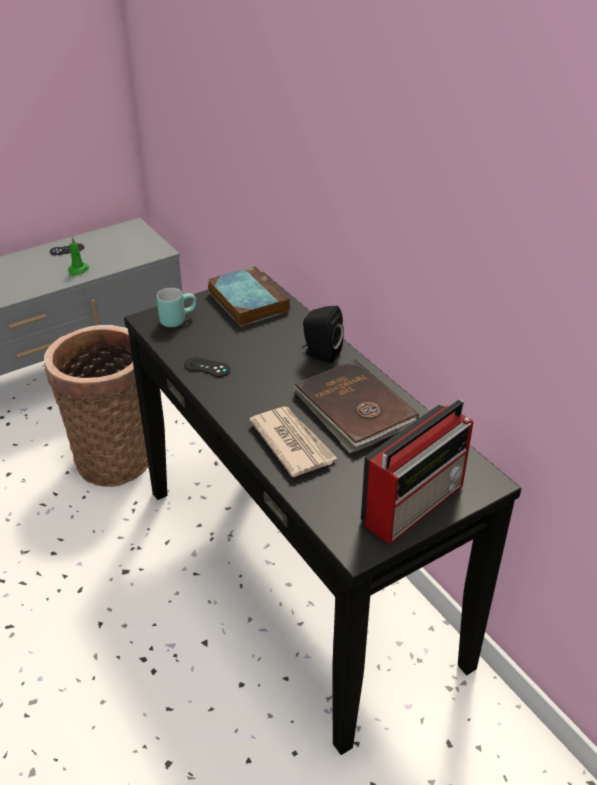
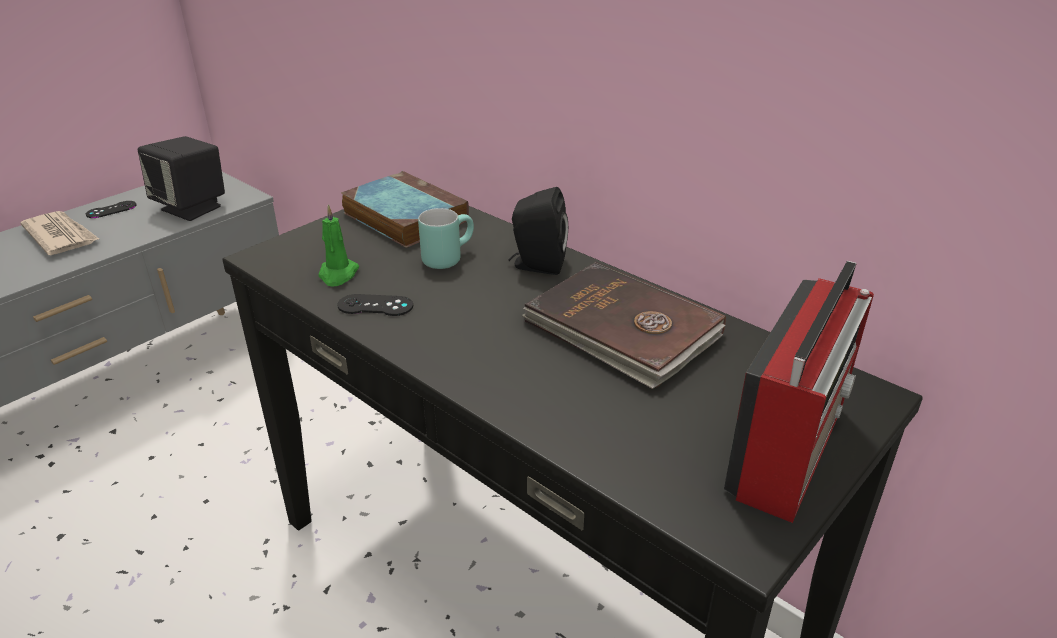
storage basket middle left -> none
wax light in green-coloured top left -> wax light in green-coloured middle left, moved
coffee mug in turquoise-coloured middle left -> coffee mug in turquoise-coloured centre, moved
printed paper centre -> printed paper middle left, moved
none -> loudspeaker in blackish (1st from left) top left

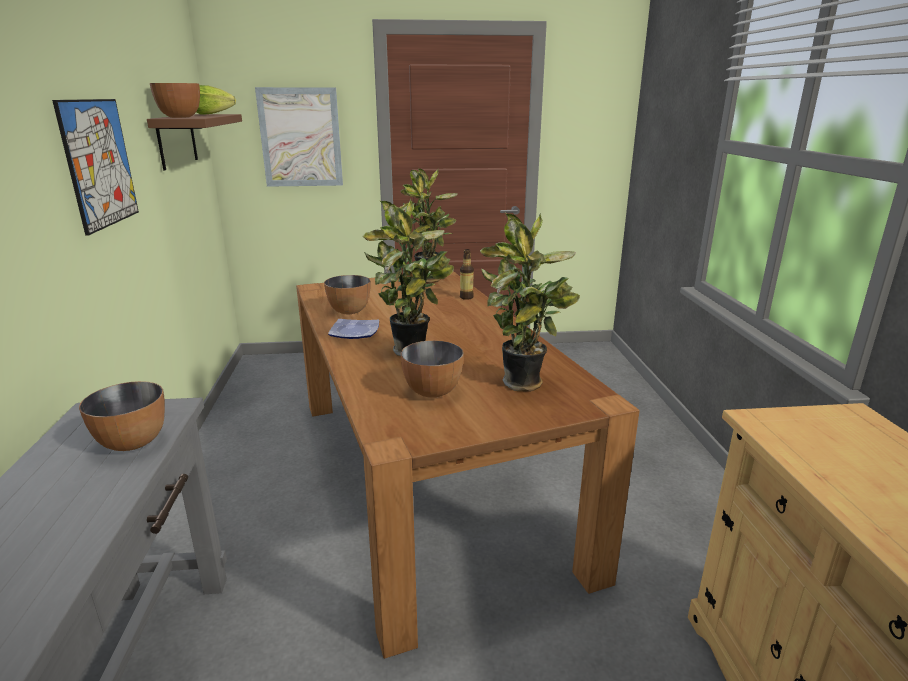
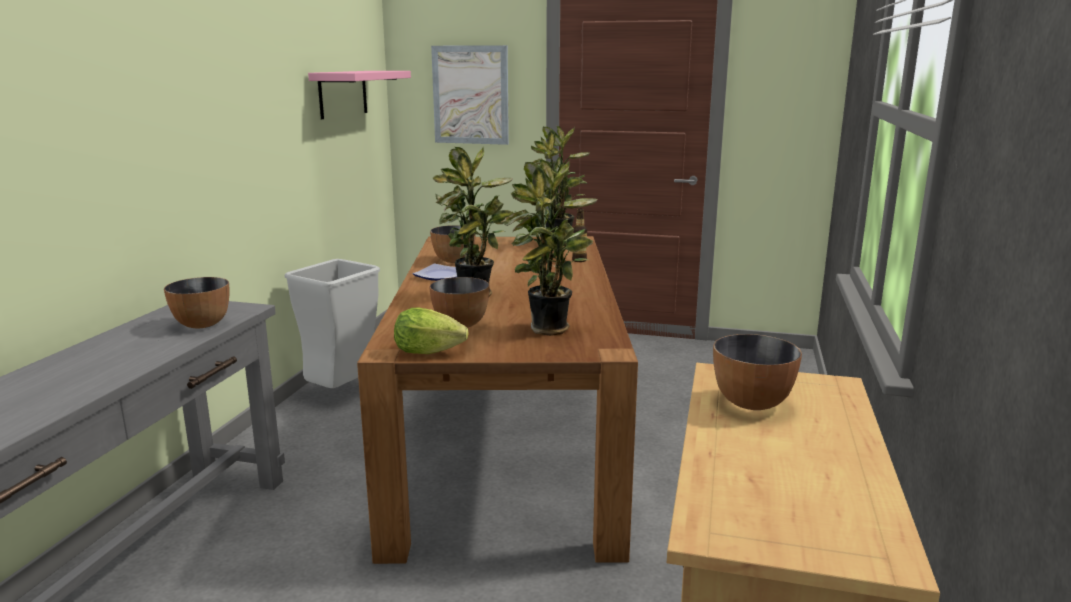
wall picture (1st from left) top left -> none
bracket shelf in brown top left -> bracket shelf in pink top centre
bowl (2nd from left in the first image) top left -> bowl (4th from left) middle right, moved
head of lettuce top left -> head of lettuce centre, moved
none -> trash can in gray middle left

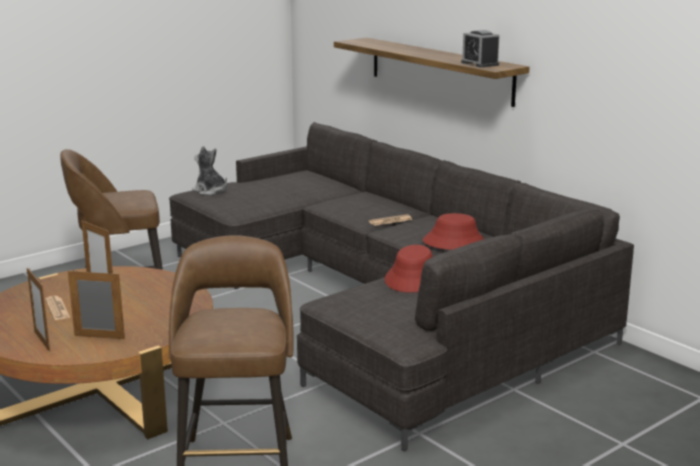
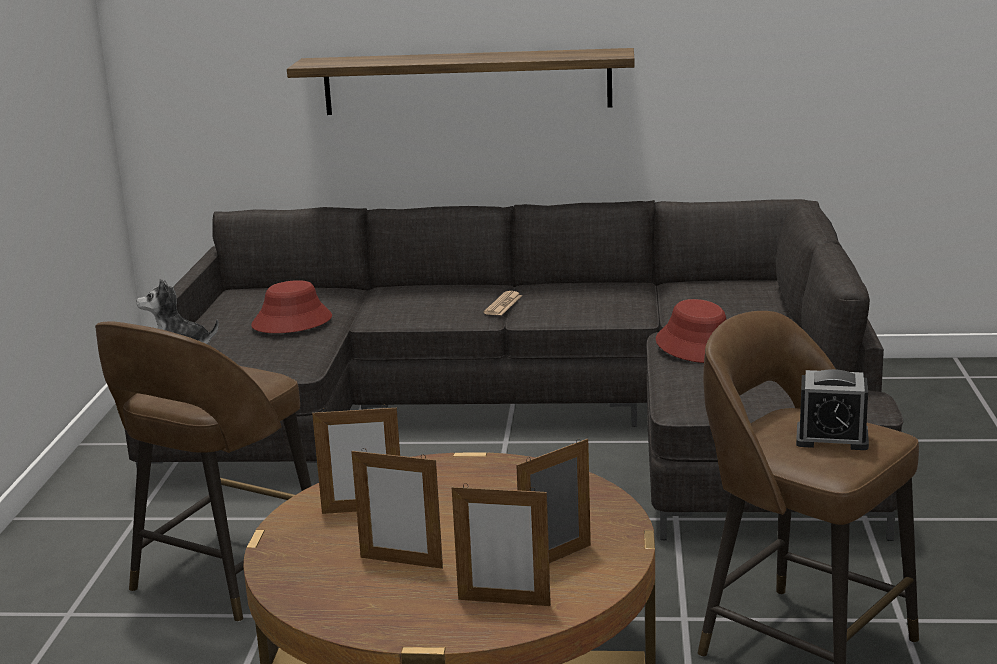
printed paper (1st from left) middle left -> picture frame (2nd from left) bottom centre
hat in reddish (2nd from left in the first image) centre -> hat in reddish (1st from left) middle left, moved
table clock top right -> table clock middle right, moved

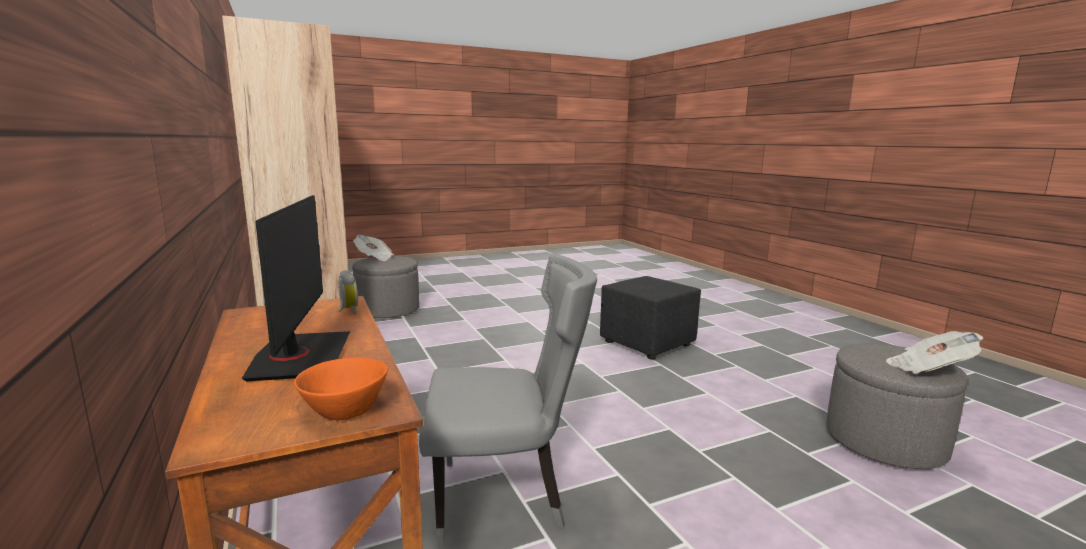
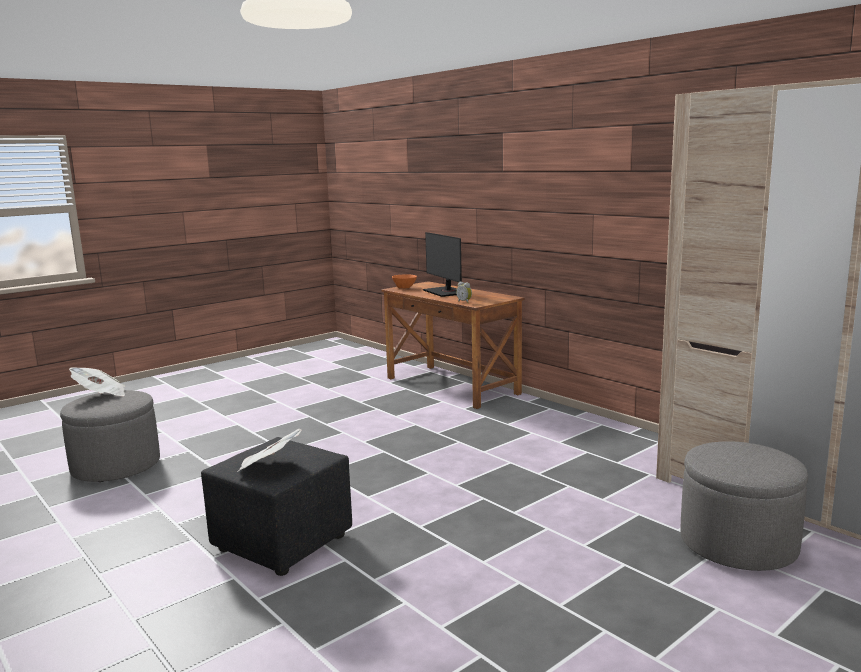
printed paper (1st from left in the first image) centre -> printed paper (2nd from left) bottom left, moved
plain chair in gray bottom centre -> none

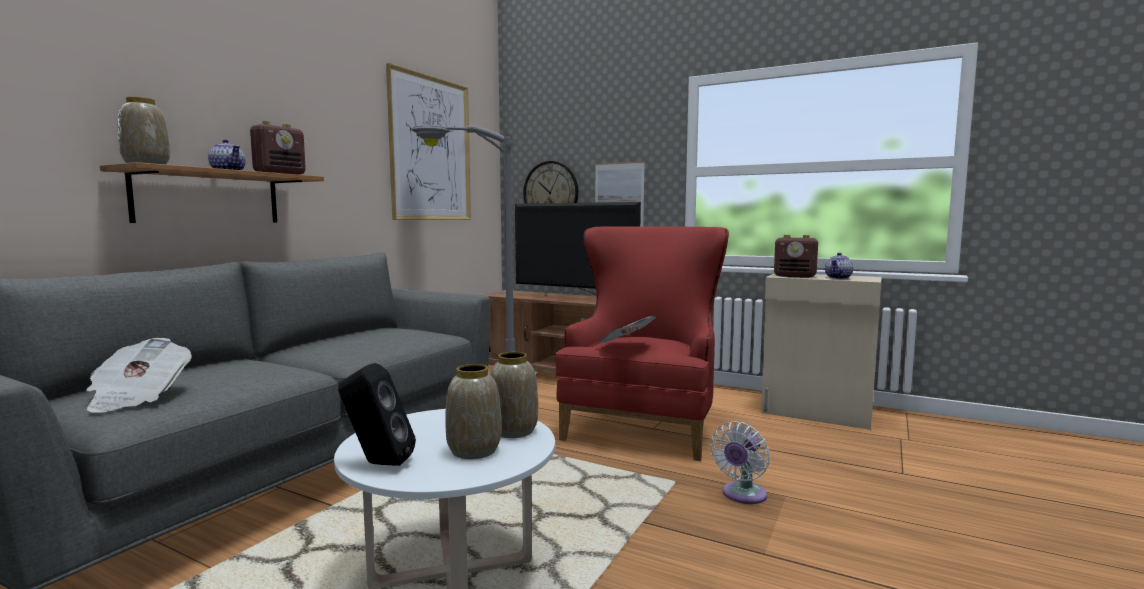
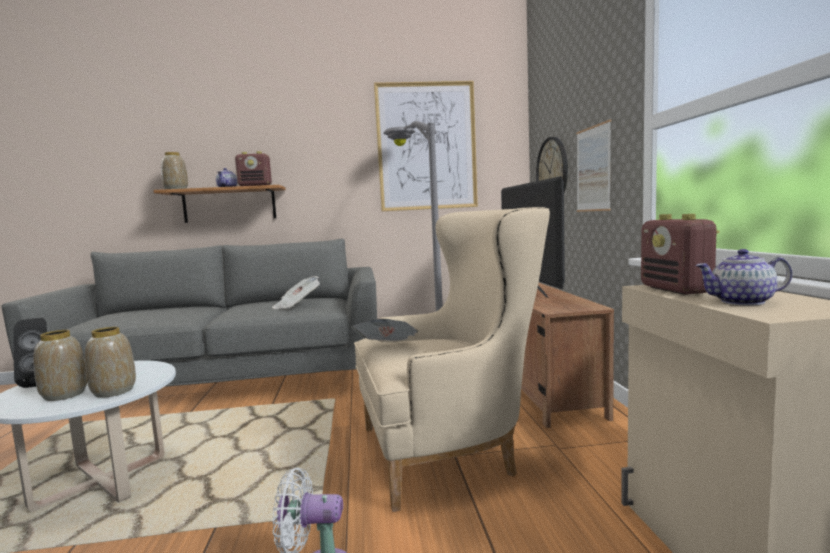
printed paper (1st from left) middle left -> printed paper (1st from left) centre, moved
armchair in reddish centre -> armchair in beige centre

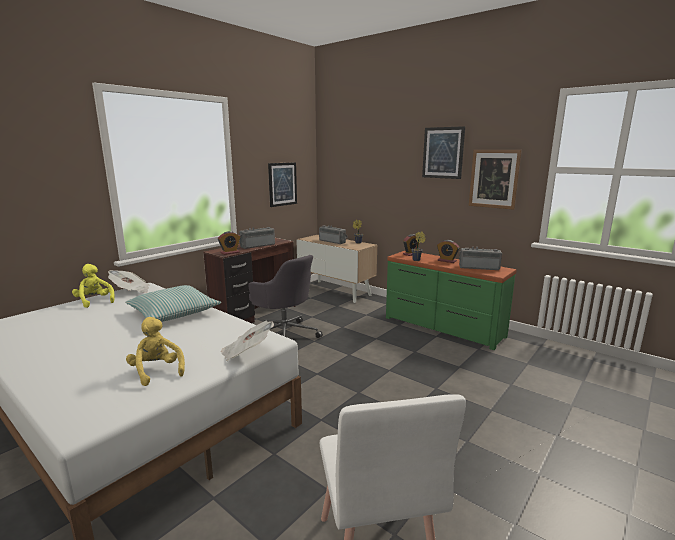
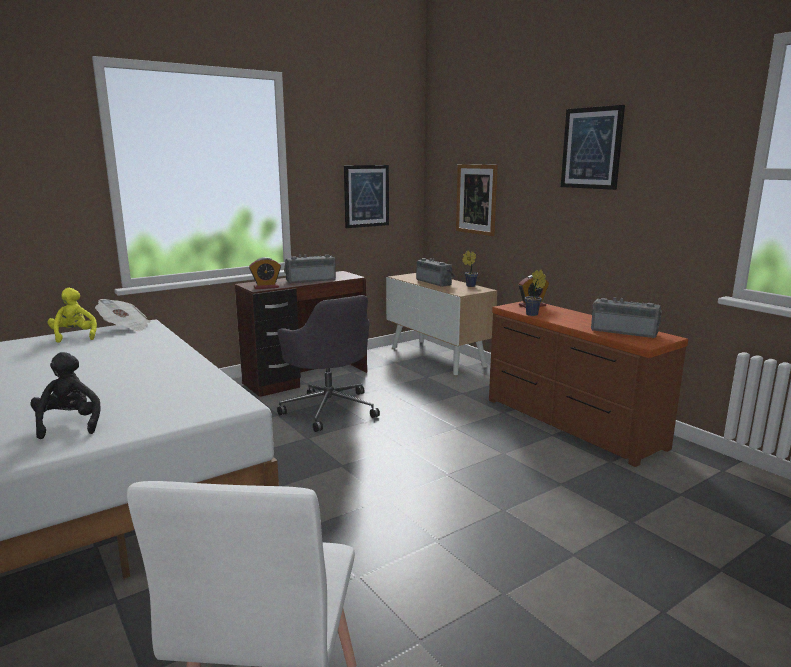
throw pillow middle left -> none
soft toy in yellow (2nd from left) middle left -> soft toy in blackish middle left
printed paper (2nd from left) centre -> none
drawer chest in green-coloured middle right -> drawer chest in brown middle right
table clock (3rd from left) centre -> none
wall picture (3rd from left in the first image) middle right -> wall picture (2nd from left) top centre, moved

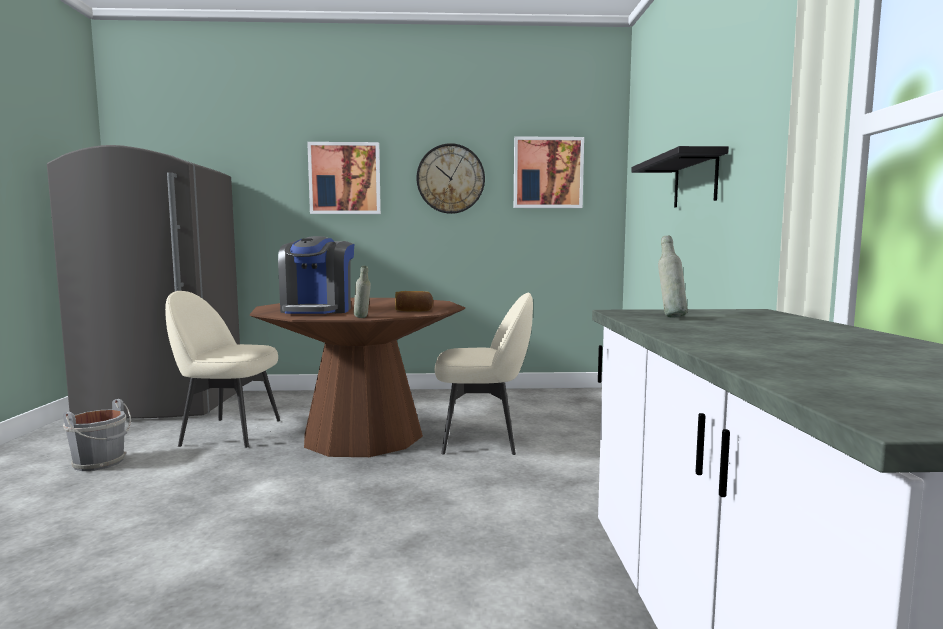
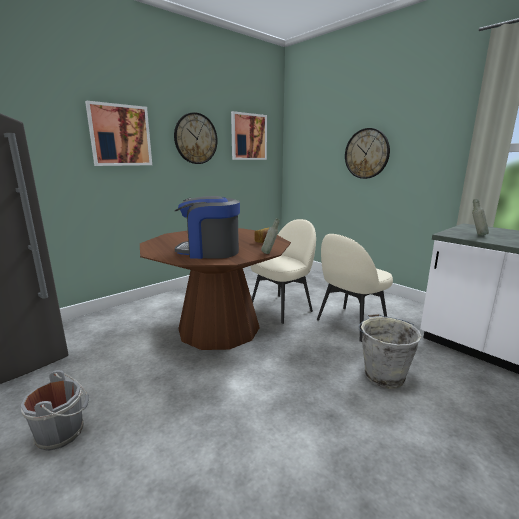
plain chair in beige (1st from left in the first image) middle left -> plain chair in beige (2nd from left) middle right, moved
coffee maker centre, 135 degrees clockwise
bracket shelf in blackish top right -> clock on the wall (2nd from left) top right
none -> water bucket in gray (2nd from left) bottom right

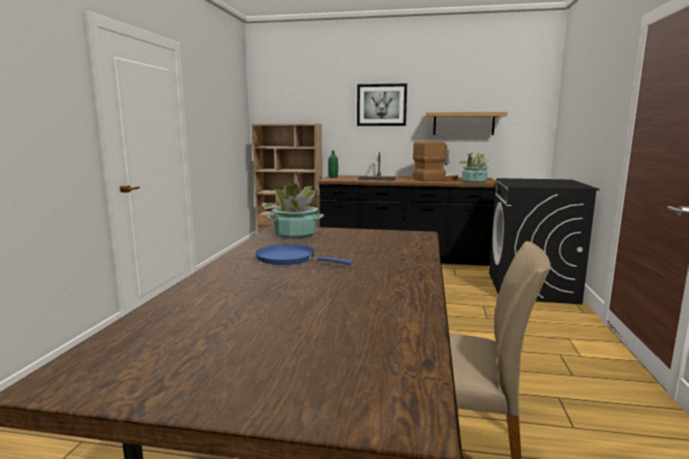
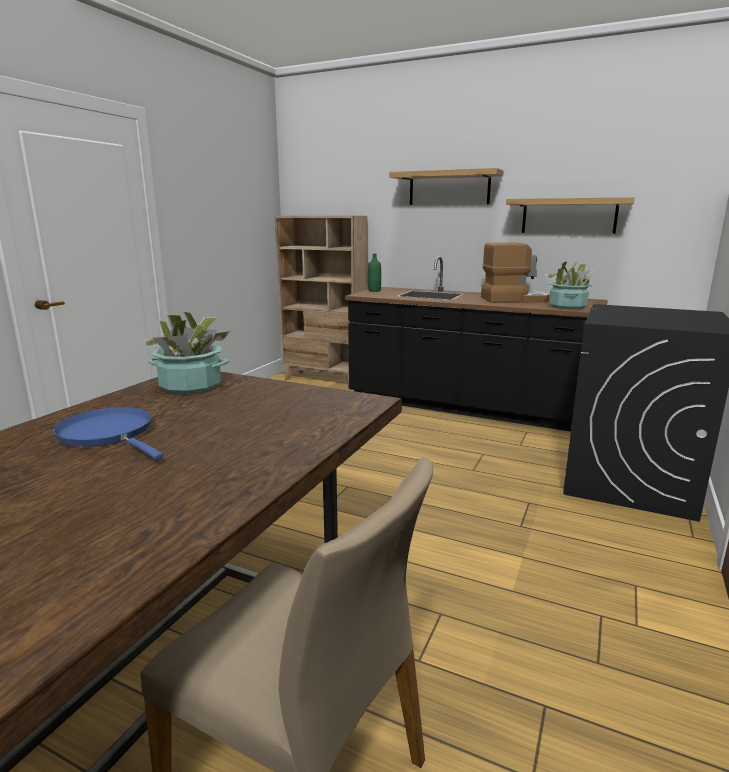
wall picture top centre -> bracket shelf (1st from left) top centre

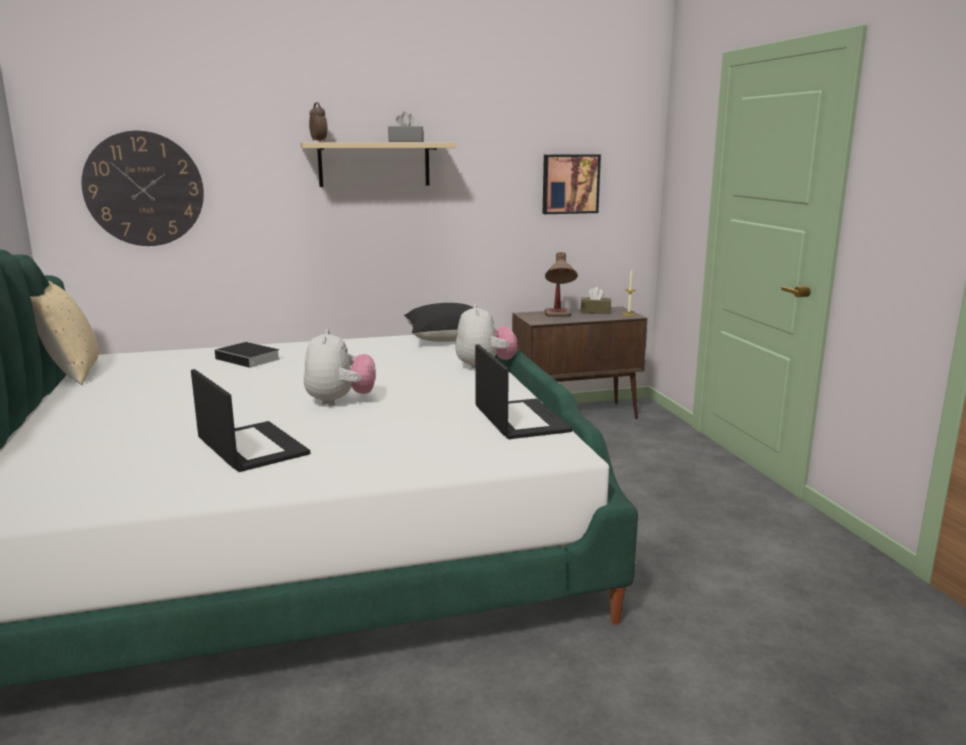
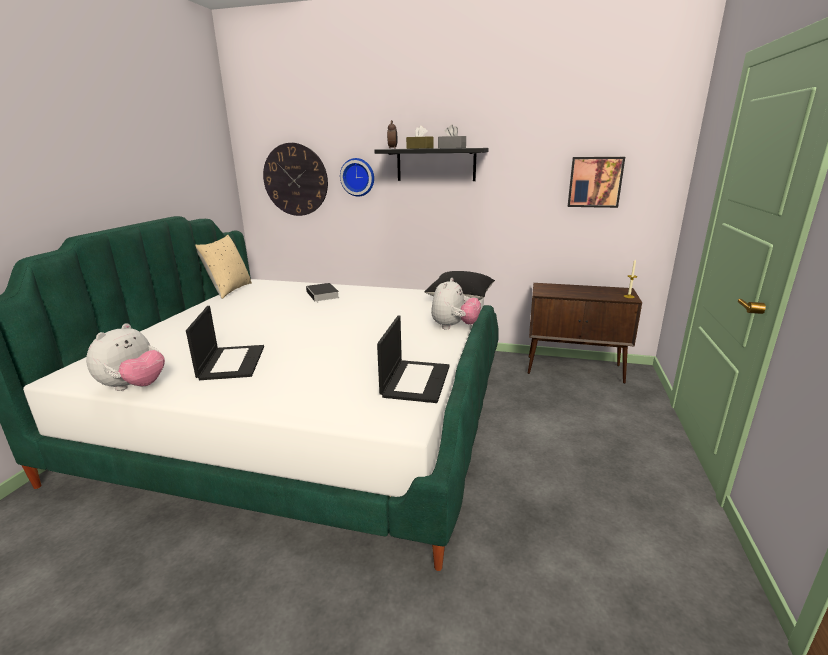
bracket shelf in beige top centre -> bracket shelf in blackish top centre
soft toy (1st from left) centre -> soft toy (1st from left) middle left, moved
lamp for a table centre -> none
tissue box in brown centre -> tissue box in brown top centre, moved
none -> clock on the wall (2nd from left) top centre

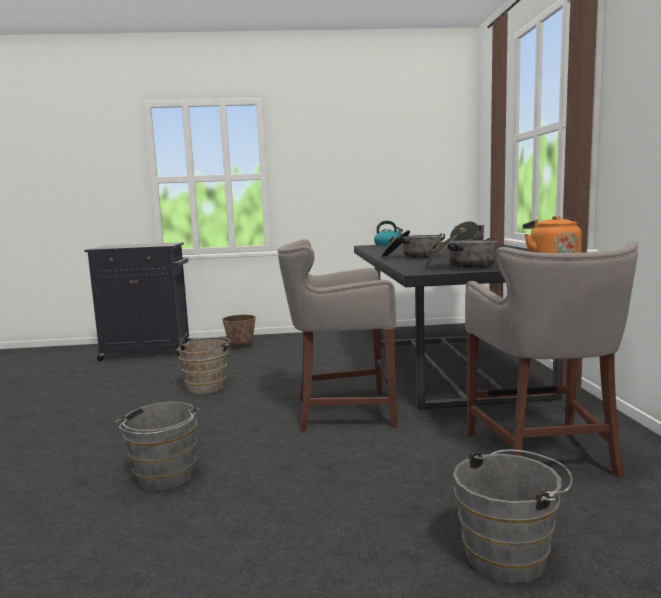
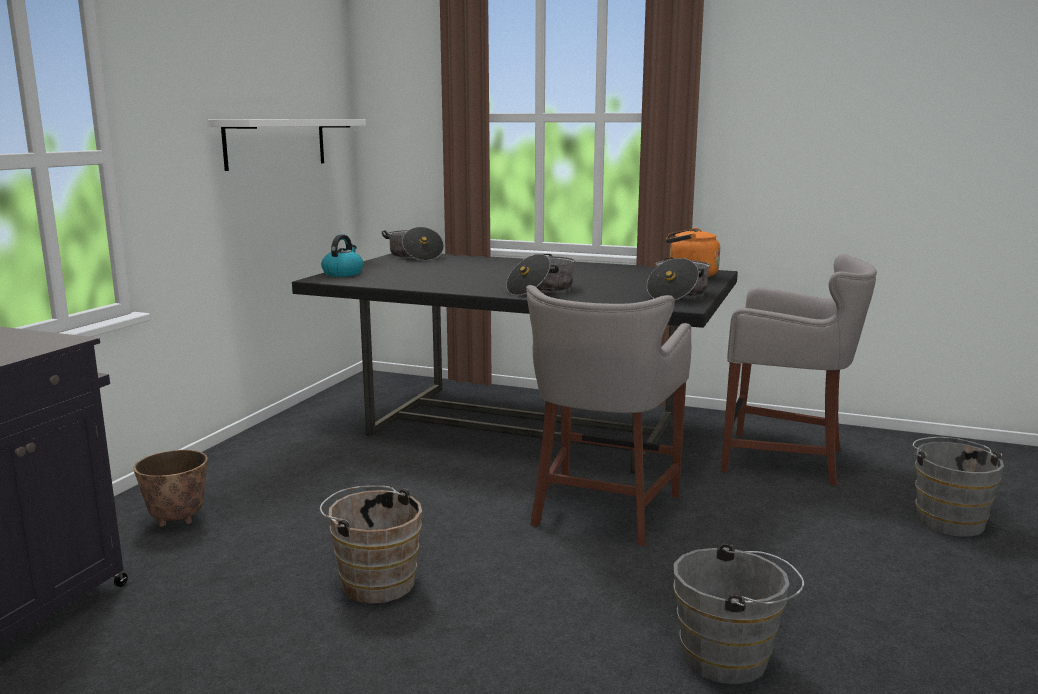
none -> bracket shelf in white top left

